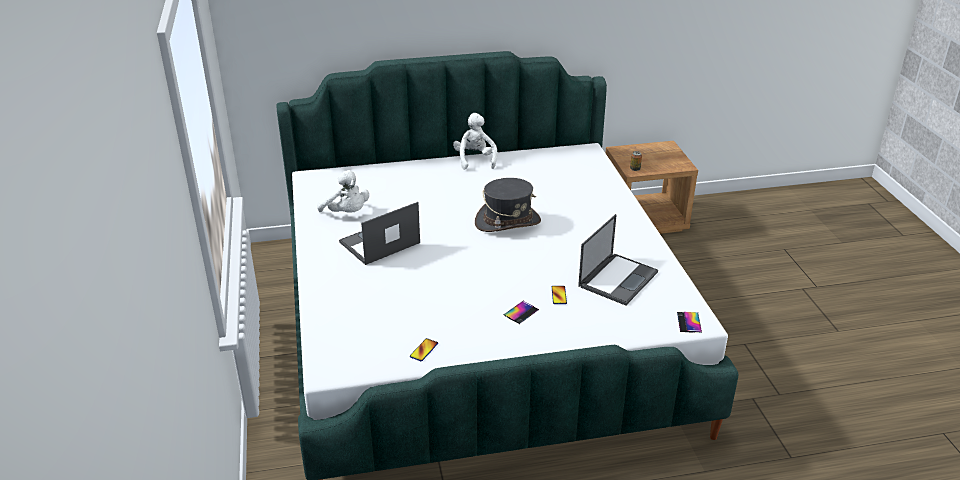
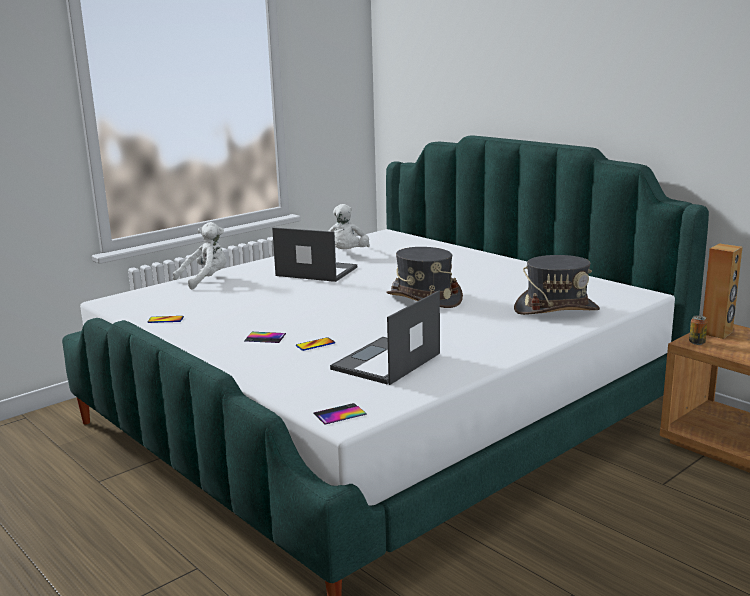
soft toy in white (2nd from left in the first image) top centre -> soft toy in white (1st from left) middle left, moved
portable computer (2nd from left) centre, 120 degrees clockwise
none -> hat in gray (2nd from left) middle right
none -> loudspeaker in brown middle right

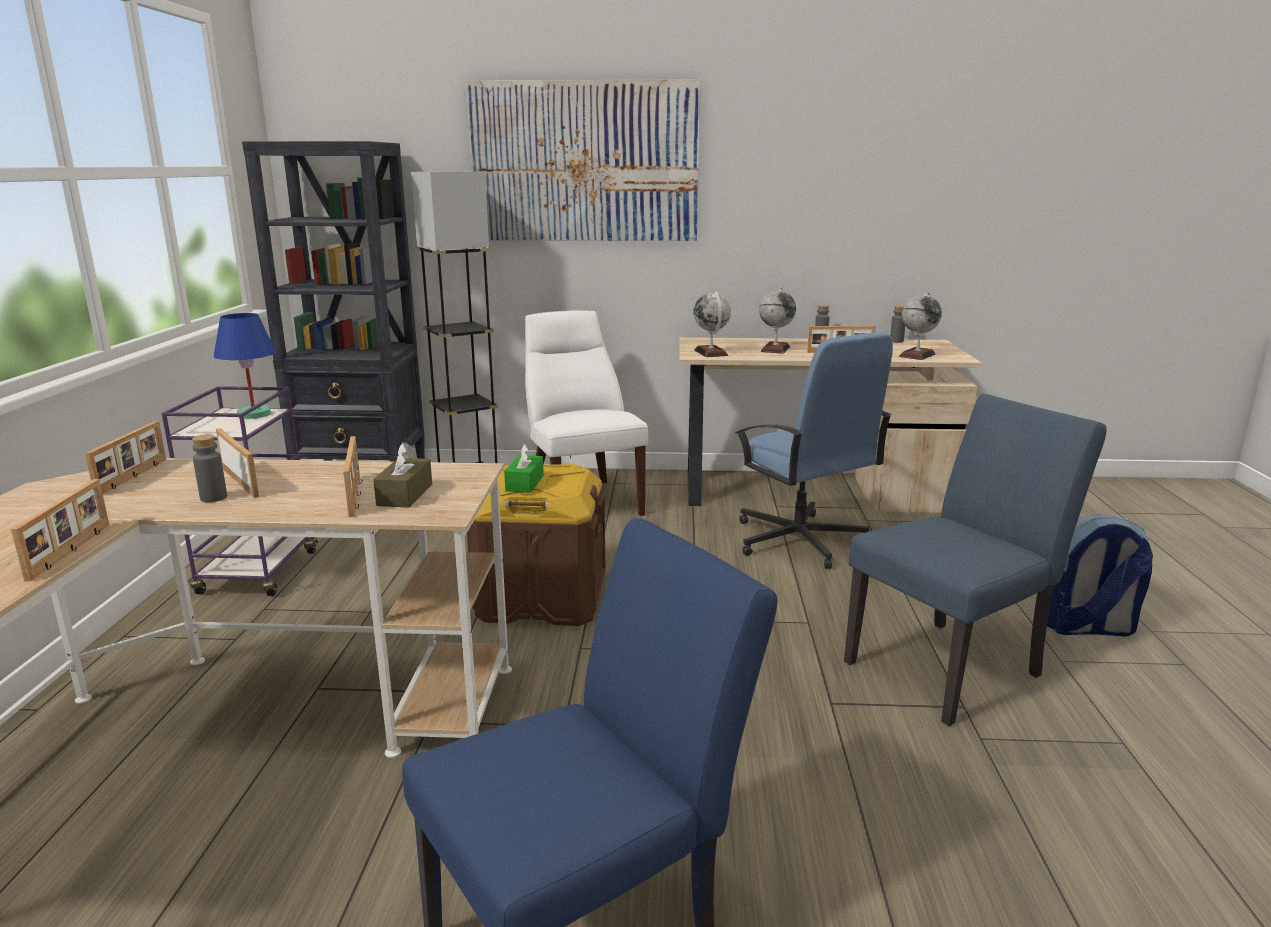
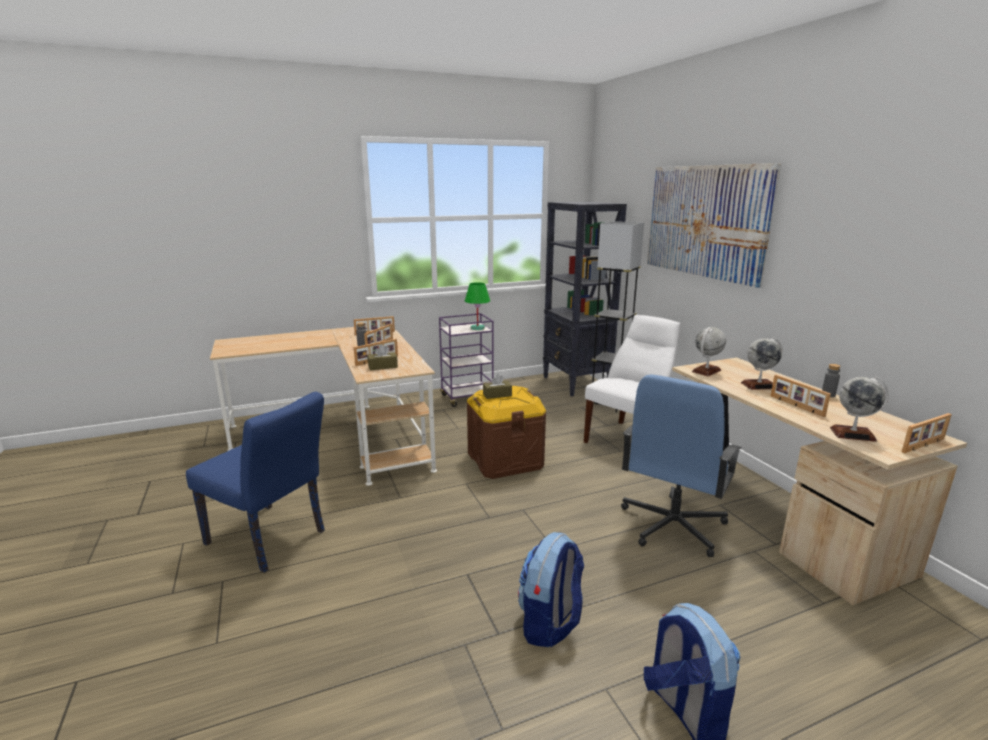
picture frame (1st from left in the first image) middle left -> picture frame (5th from left) middle right, moved
lamp for a table in blue-coloured middle left -> lamp for a table in green-coloured centre
tissue box in green-coloured centre -> tissue box in brown (2nd from left) centre
plain chair in blue-coloured (2nd from left) middle right -> rucksack (1st from left) bottom centre
bottle in gray (3rd from left) middle right -> none

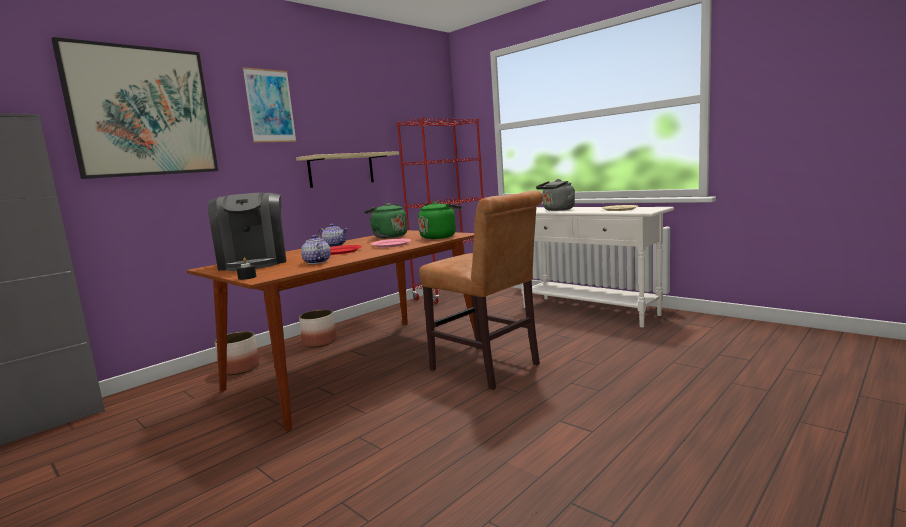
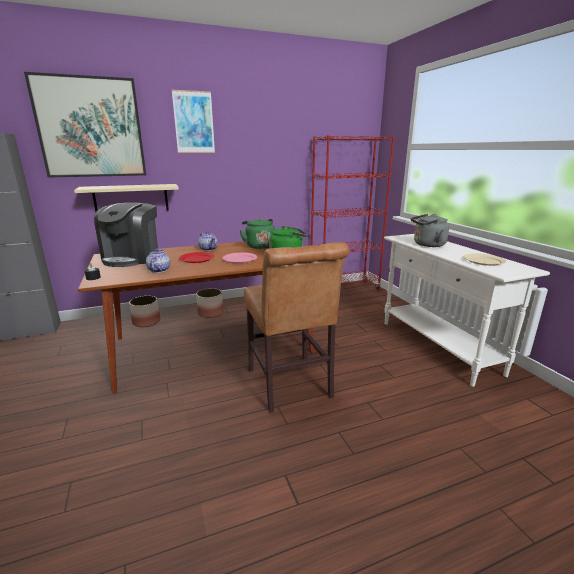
bracket shelf in beige top centre -> bracket shelf in beige middle left, moved

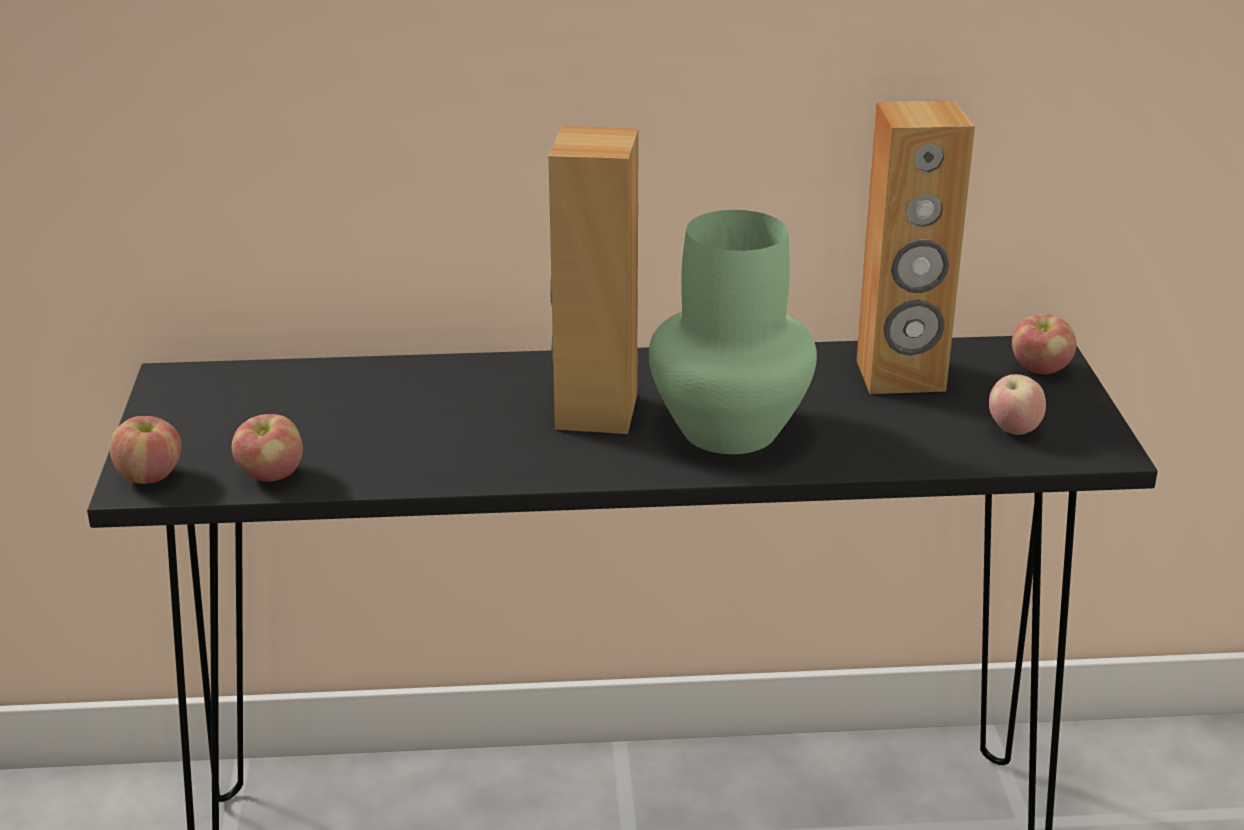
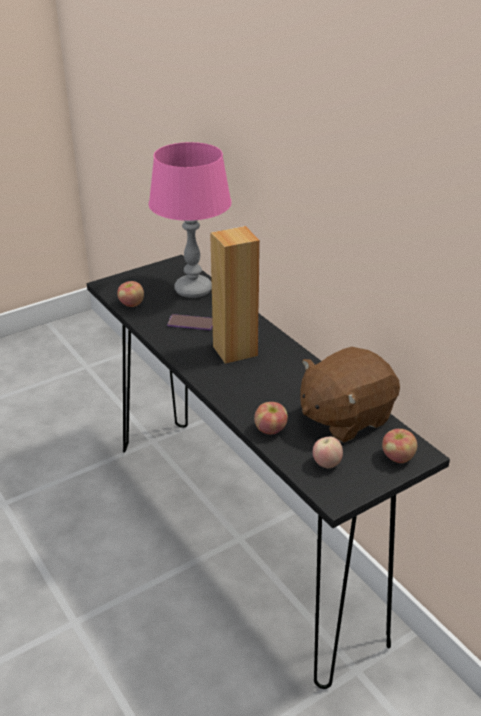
apple fruit (1st from left in the first image) middle left -> apple fruit (2nd from left) centre, moved
vase in green-coloured centre -> none
loudspeaker in brown (2nd from left) top right -> soft toy in brown middle right
none -> lamp for a table in pink top centre
none -> telephone centre

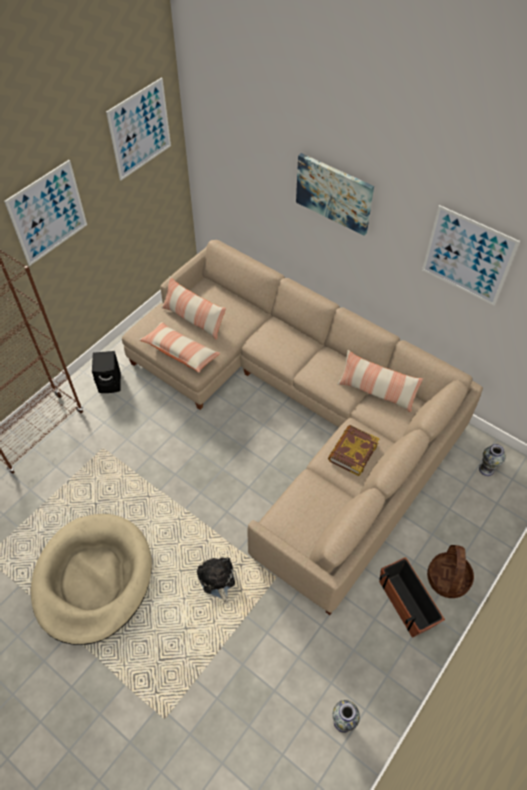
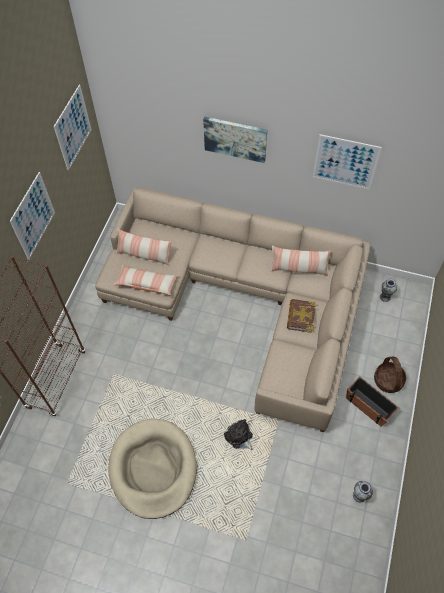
loudspeaker in blackish middle left -> none

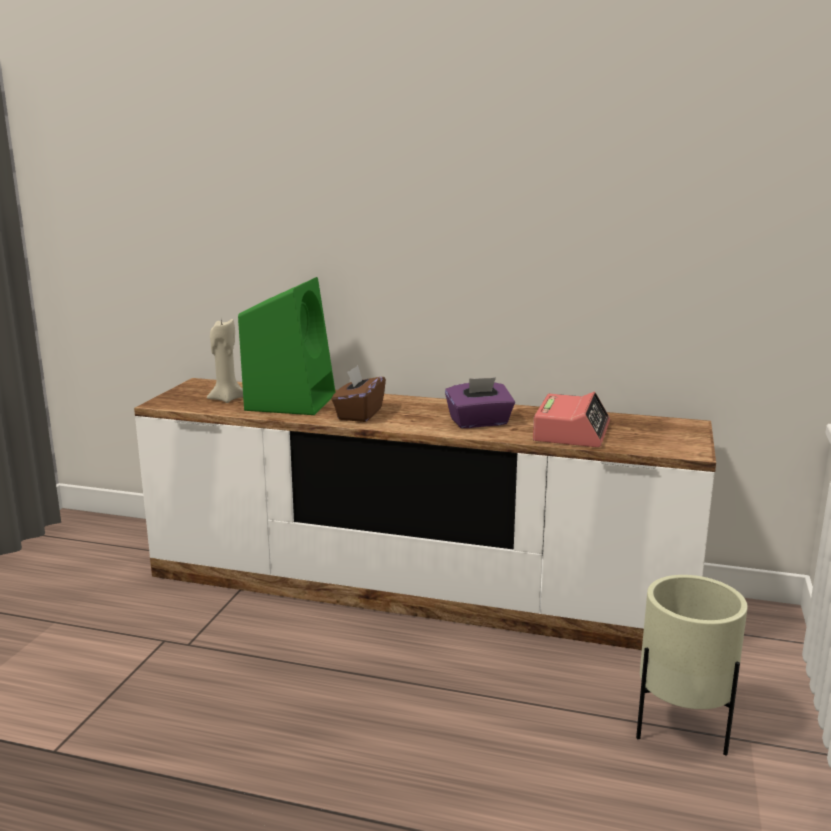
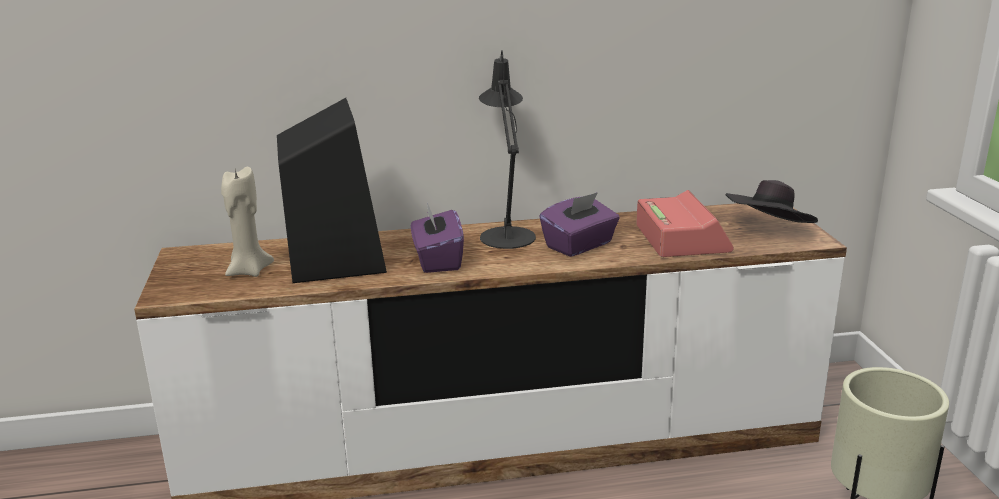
loudspeaker in green-coloured centre -> loudspeaker in blackish middle left
tissue box in brown centre -> tissue box in purple (1st from left) centre
none -> lamp for a table in blackish top centre
none -> hat in blackish middle right

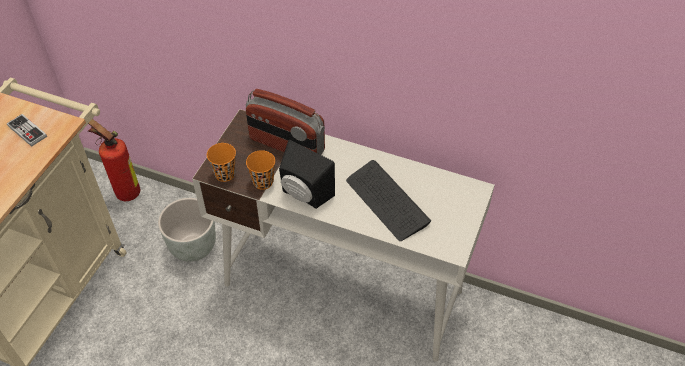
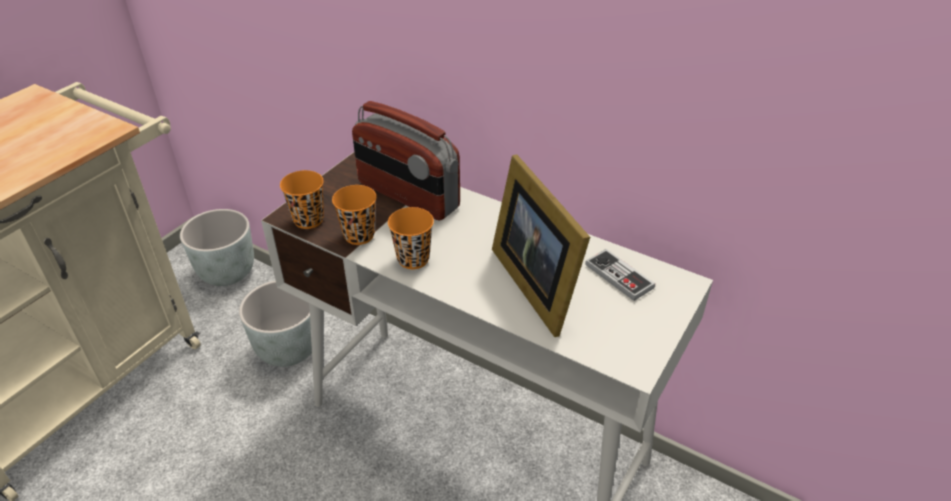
game controller middle left -> game controller centre, moved
fire-fighting cylinder middle left -> flower pot in gray (1st from left) middle left
loudspeaker in blackish centre -> small cup in orange (3rd from left) centre
computer keyboard centre -> picture frame centre

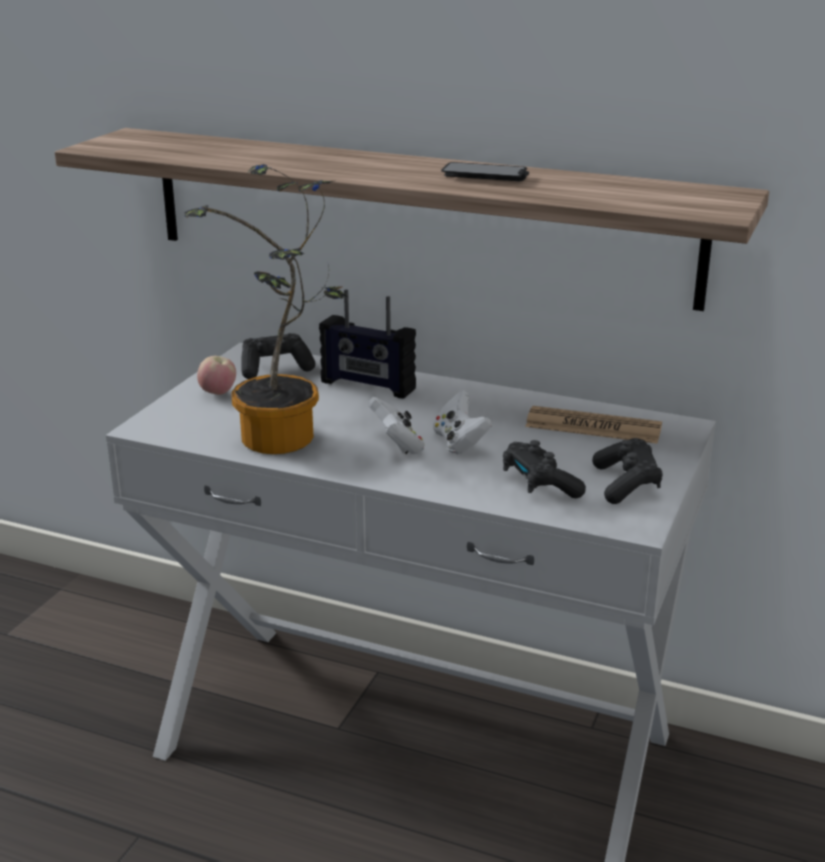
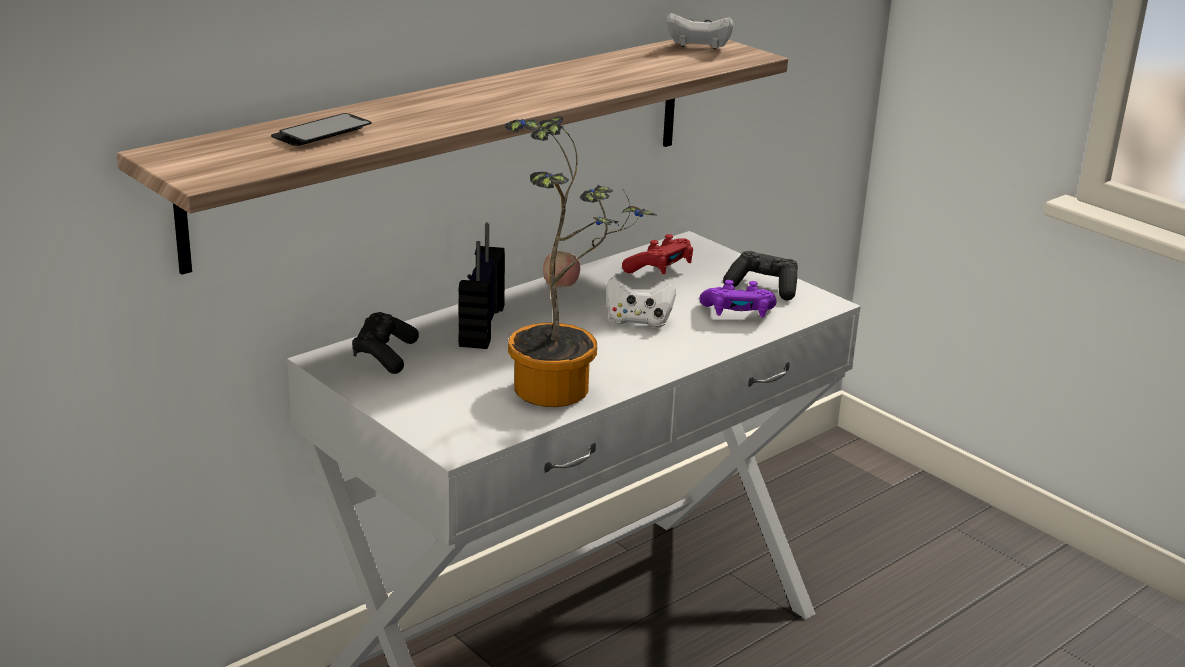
apple fruit middle left -> apple fruit centre, moved
radio centre, 135 degrees clockwise
game controller in white (1st from left in the first image) centre -> game controller in white (2nd from left) top centre, moved
telephone top centre -> telephone top left, moved
game controller in blackish (2nd from left) centre -> game controller in purple centre
printed paper middle right -> game controller in reddish centre

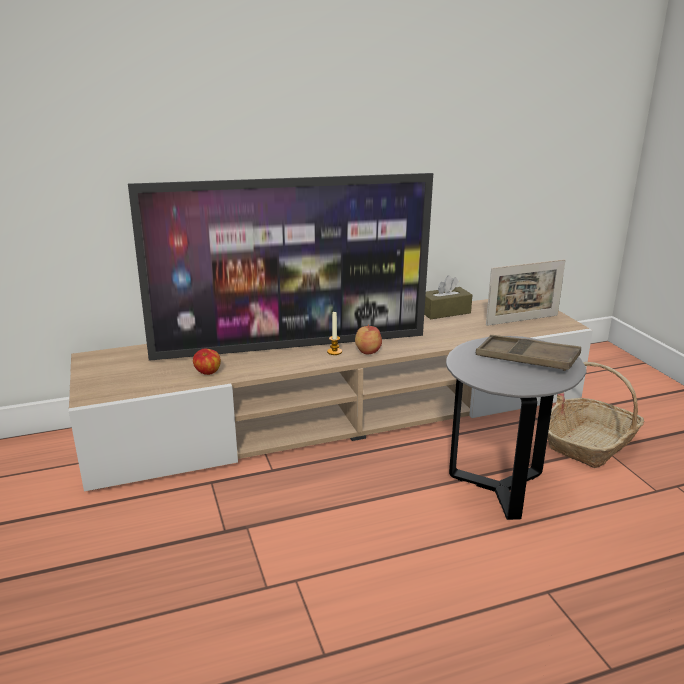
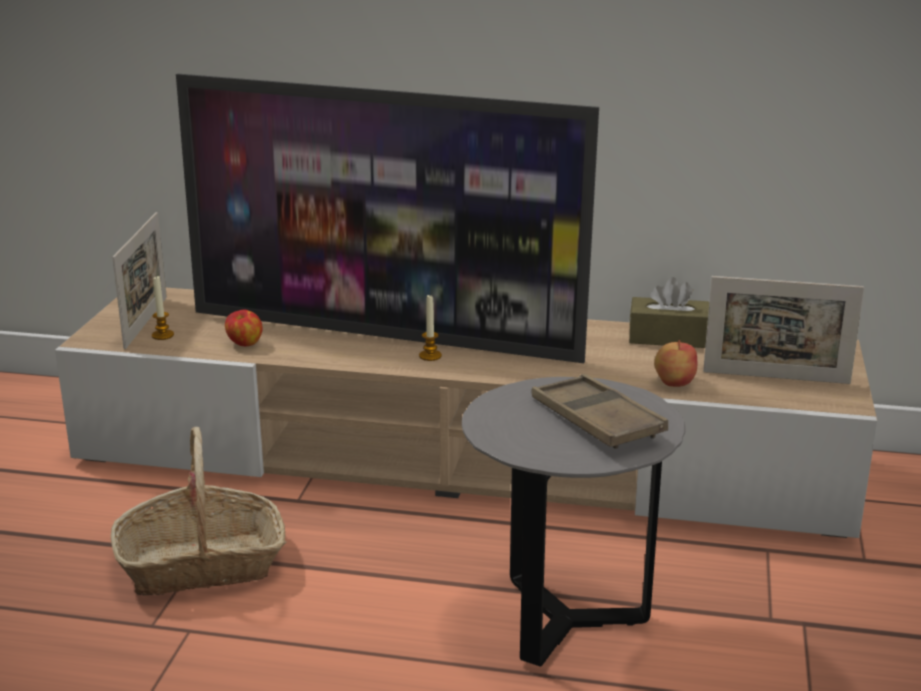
apple fruit (2nd from left) centre -> apple fruit (2nd from left) middle right, moved
storage basket middle right -> storage basket bottom left, moved
none -> picture frame (1st from left) middle left
none -> wax light (1st from left) middle left

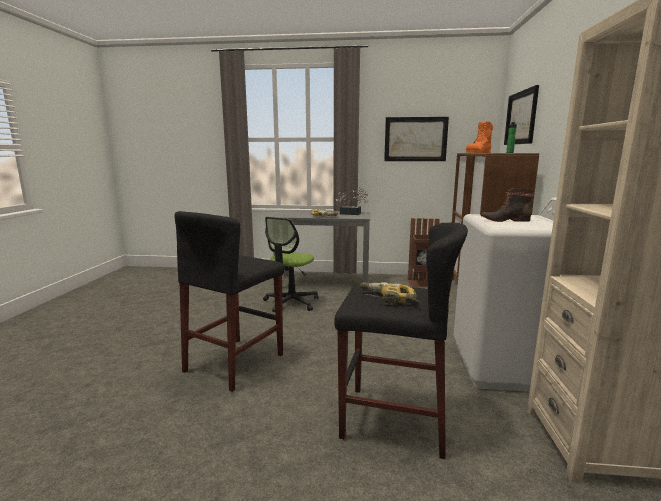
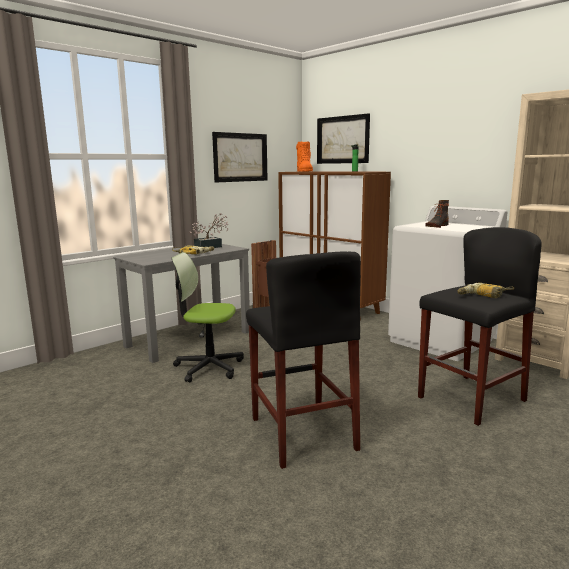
computer chair centre, 120 degrees clockwise

